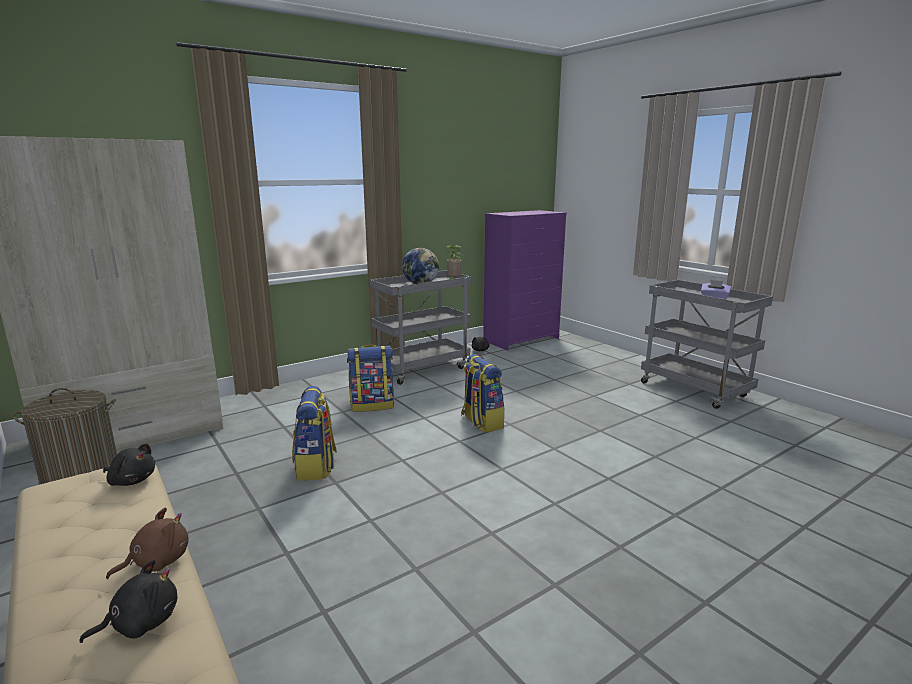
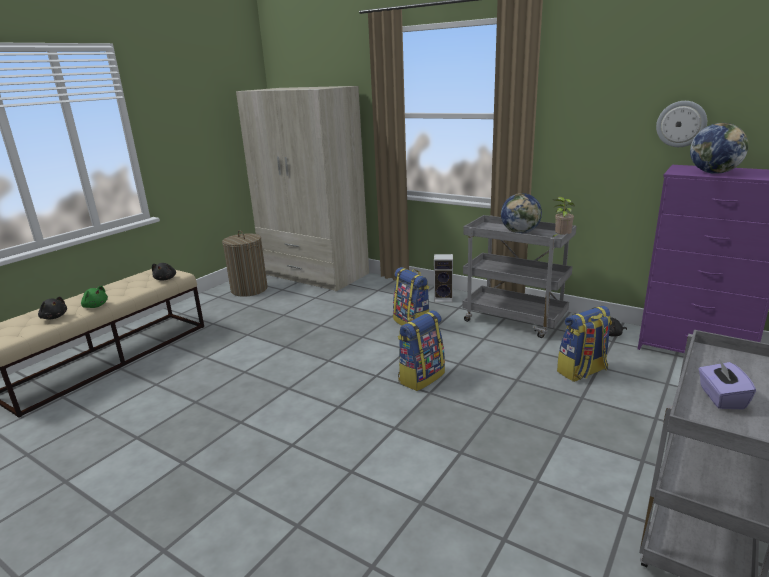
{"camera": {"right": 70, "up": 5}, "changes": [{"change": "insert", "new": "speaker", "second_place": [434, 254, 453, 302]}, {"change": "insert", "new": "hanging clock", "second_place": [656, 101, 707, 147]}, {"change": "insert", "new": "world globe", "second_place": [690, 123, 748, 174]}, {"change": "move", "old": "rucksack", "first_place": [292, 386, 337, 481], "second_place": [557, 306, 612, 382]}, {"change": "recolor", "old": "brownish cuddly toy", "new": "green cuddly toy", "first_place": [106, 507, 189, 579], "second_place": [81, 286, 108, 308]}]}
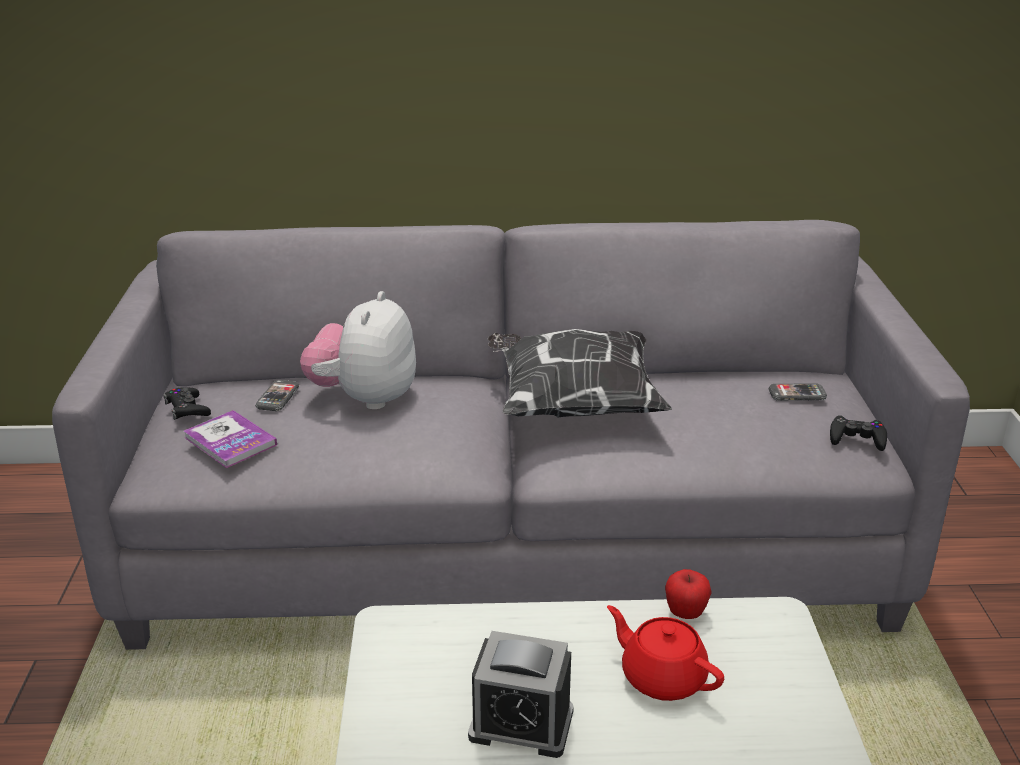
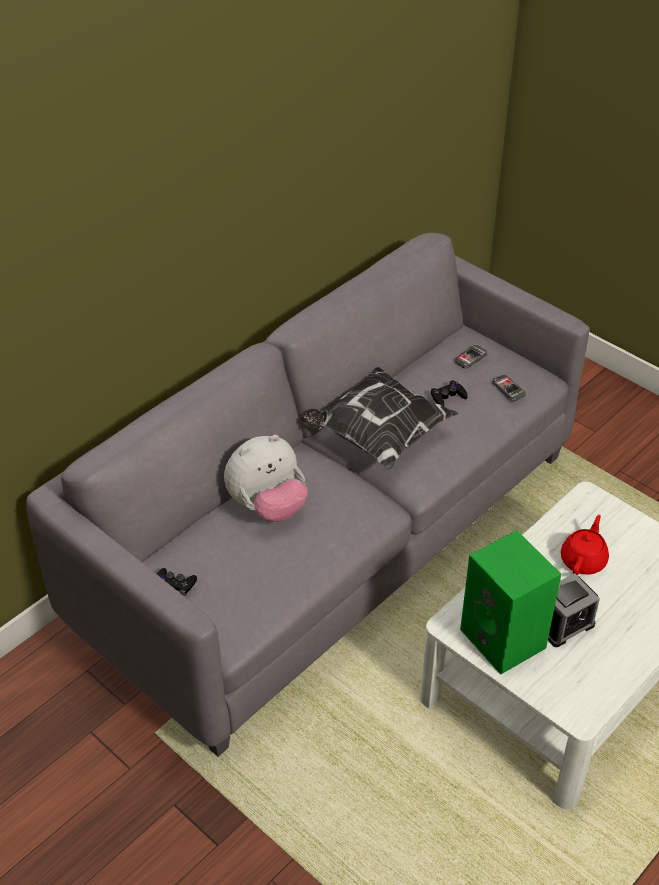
{"camera": {"right": -45, "up": 15}, "changes": [{"change": "delete", "old": "bound book", "first_place": [184, 410, 277, 468]}, {"change": "delete", "old": "apple fruit", "first_place": [665, 569, 712, 619]}, {"change": "insert", "new": "green speaker", "second_place": [460, 530, 561, 675]}, {"change": "move", "old": "handset", "first_place": [255, 380, 299, 411], "second_place": [492, 375, 526, 401]}, {"change": "move", "old": "blackish gamepad", "first_place": [830, 415, 887, 451], "second_place": [431, 380, 468, 406]}, {"change": "rotate", "old": "cuddly toy", "first_place": [300, 291, 416, 409], "second_place": [224, 435, 308, 522], "degrees": -90}, {"change": "rotate", "old": "reddish pot for tea", "first_place": [607, 605, 724, 701], "second_place": [561, 515, 609, 575], "degrees": 120}]}
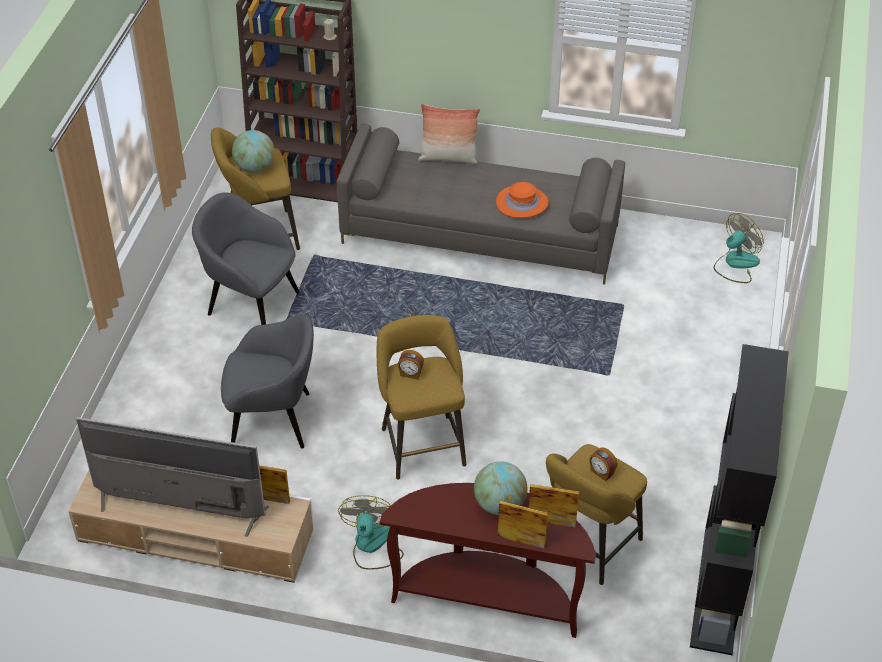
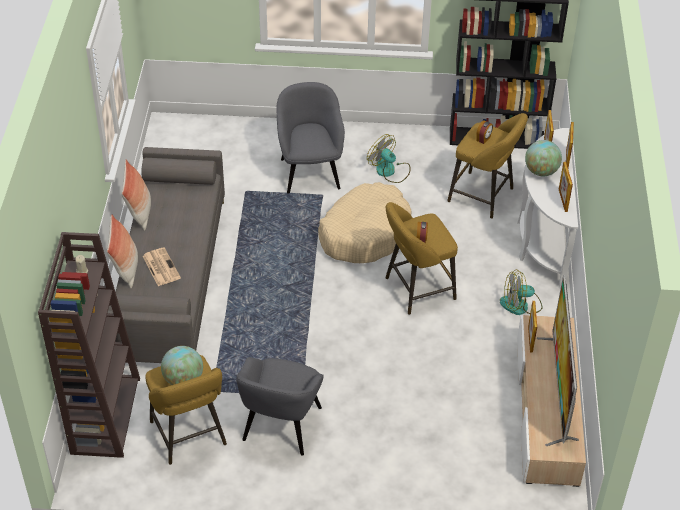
{"camera": {"right": -100, "up": 0}, "changes": [{"change": "delete", "old": "orange hat", "first_place": [496, 182, 549, 218]}, {"change": "insert", "new": "cushion", "second_place": [122, 159, 151, 231]}, {"change": "insert", "new": "printed paper", "second_place": [143, 247, 181, 286]}, {"change": "insert", "new": "sand-coloured dog bed", "second_place": [318, 182, 412, 263]}, {"change": "insert", "new": "picture frame", "second_place": [559, 162, 573, 212]}, {"change": "move", "old": "gray lounge chair", "first_place": [221, 314, 314, 448], "second_place": [276, 82, 345, 194]}, {"change": "move", "old": "cooling fan", "first_place": [714, 213, 764, 283], "second_place": [367, 134, 411, 183]}, {"change": "recolor", "old": "brownish console table", "new": "white-coloured console table", "first_place": [379, 483, 596, 638], "second_place": [517, 128, 578, 289]}]}
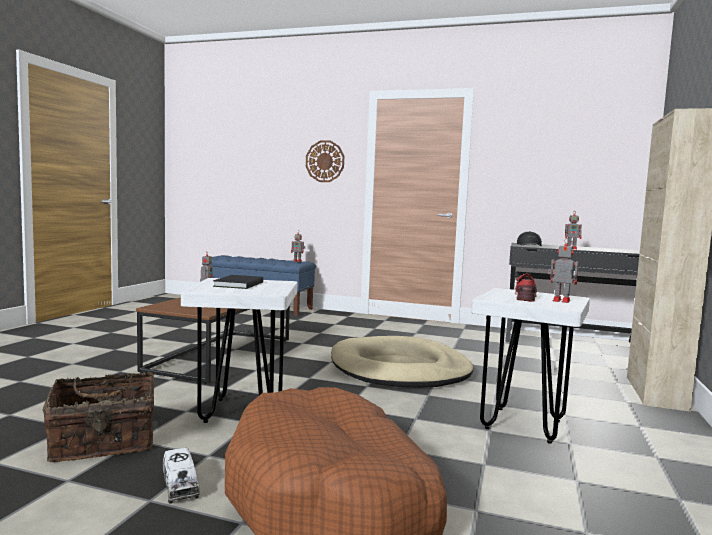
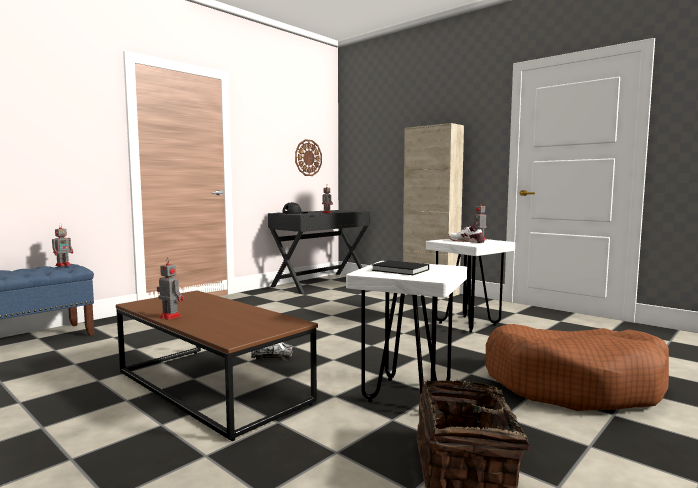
{"camera": {"right": -65, "up": 0}, "changes": [{"change": "delete", "old": "sand-coloured dog bed", "first_place": [331, 336, 473, 388]}, {"change": "move", "old": "toy truck", "first_place": [162, 448, 200, 504], "second_place": [251, 342, 293, 360]}, {"change": "move", "old": "hanging clock", "first_place": [306, 141, 344, 182], "second_place": [295, 139, 322, 176]}, {"change": "recolor", "old": "reddish shoe", "new": "white-coloured shoe", "first_place": [515, 274, 537, 302], "second_place": [448, 226, 484, 243]}]}
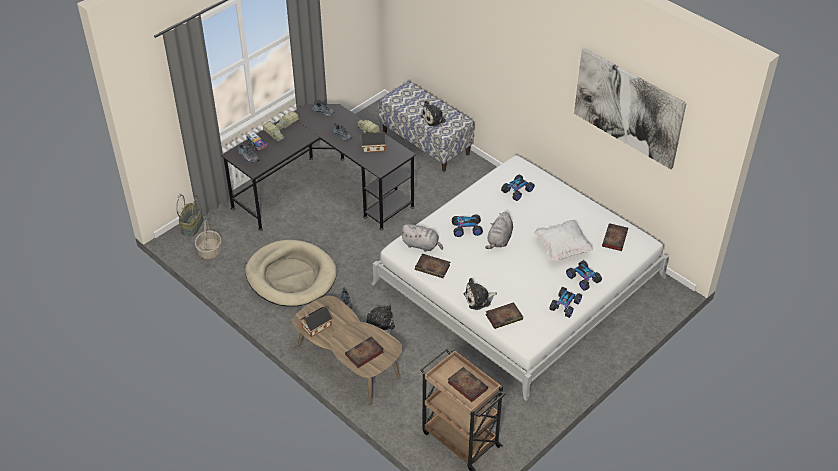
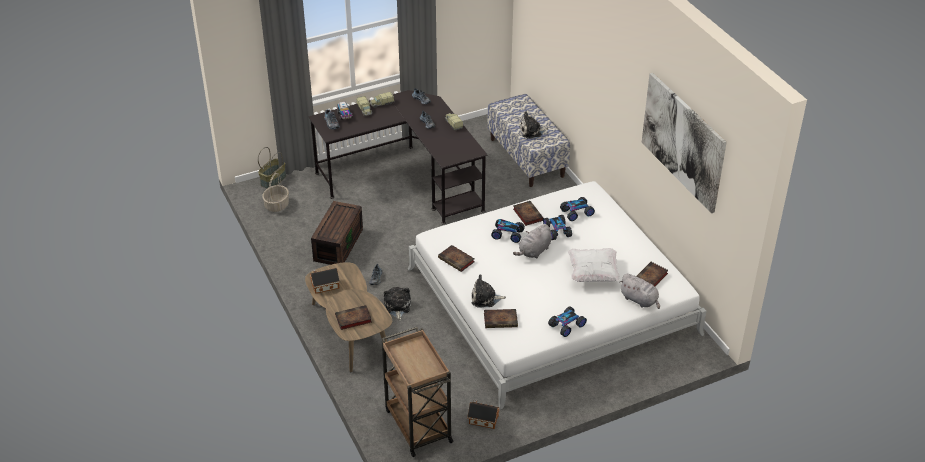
{"camera": {"right": 20, "up": -5}, "changes": [{"change": "move", "old": "toy house", "first_place": [361, 130, 386, 153], "second_place": [467, 400, 500, 429]}, {"change": "move", "old": "gray cuddly toy", "first_place": [400, 224, 443, 252], "second_place": [619, 274, 660, 309]}, {"change": "move", "old": "bound book", "first_place": [447, 367, 488, 402], "second_place": [513, 201, 543, 226]}, {"change": "move", "old": "toy car", "first_place": [566, 261, 602, 291], "second_place": [543, 215, 572, 240]}, {"change": "replace", "old": "sand-coloured dog bed", "new": "brownish storage container", "first_place": [245, 240, 337, 306], "second_place": [311, 201, 363, 265]}]}
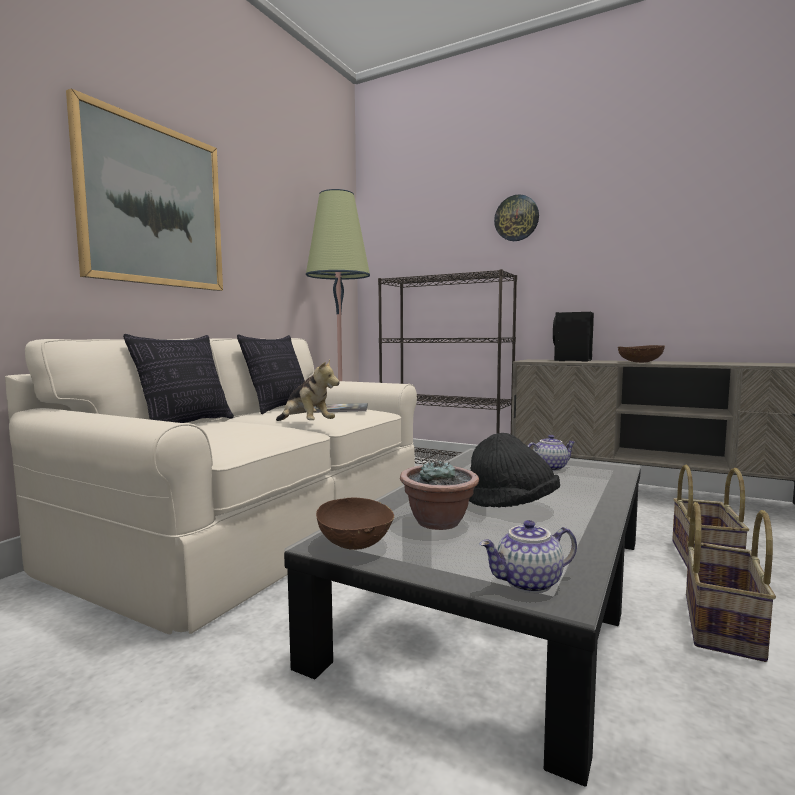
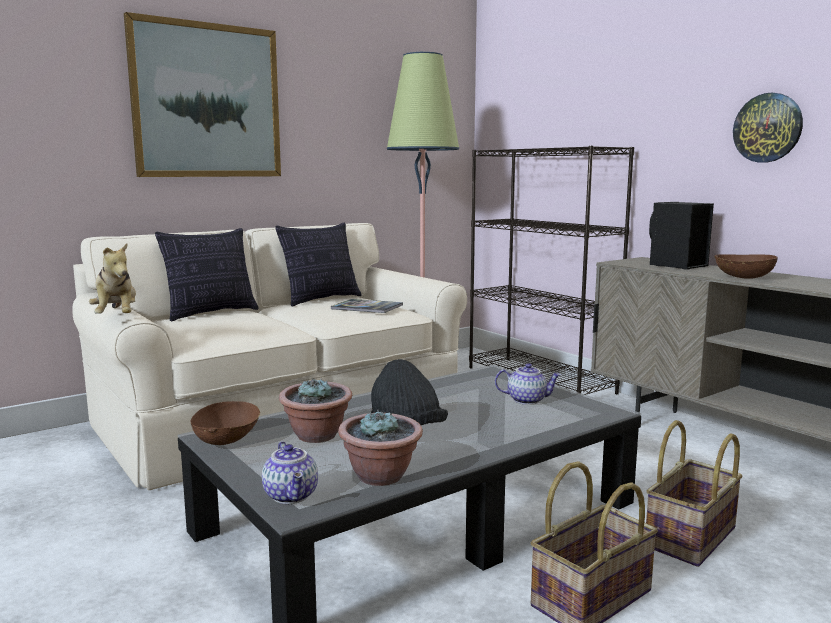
{"camera": {"right": 25, "up": 5}, "changes": [{"change": "insert", "new": "houseplant", "second_place": [338, 410, 423, 486]}, {"change": "move", "old": "cuddly toy", "first_place": [276, 360, 340, 421], "second_place": [89, 243, 136, 314]}, {"change": "move", "old": "hanging clock", "first_place": [494, 194, 539, 241], "second_place": [733, 93, 803, 163]}, {"change": "rotate", "old": "pot for tea", "first_place": [479, 520, 577, 593], "second_place": [262, 441, 318, 504], "degrees": -120}]}
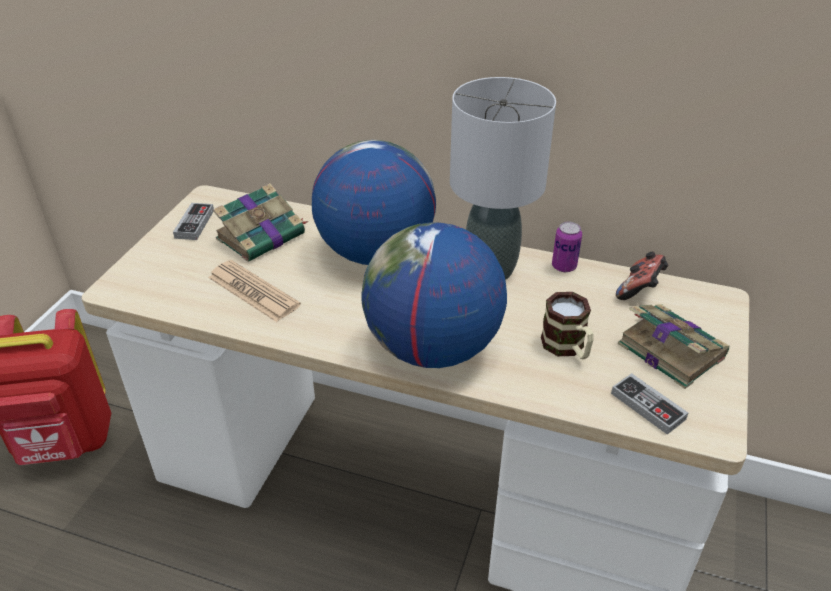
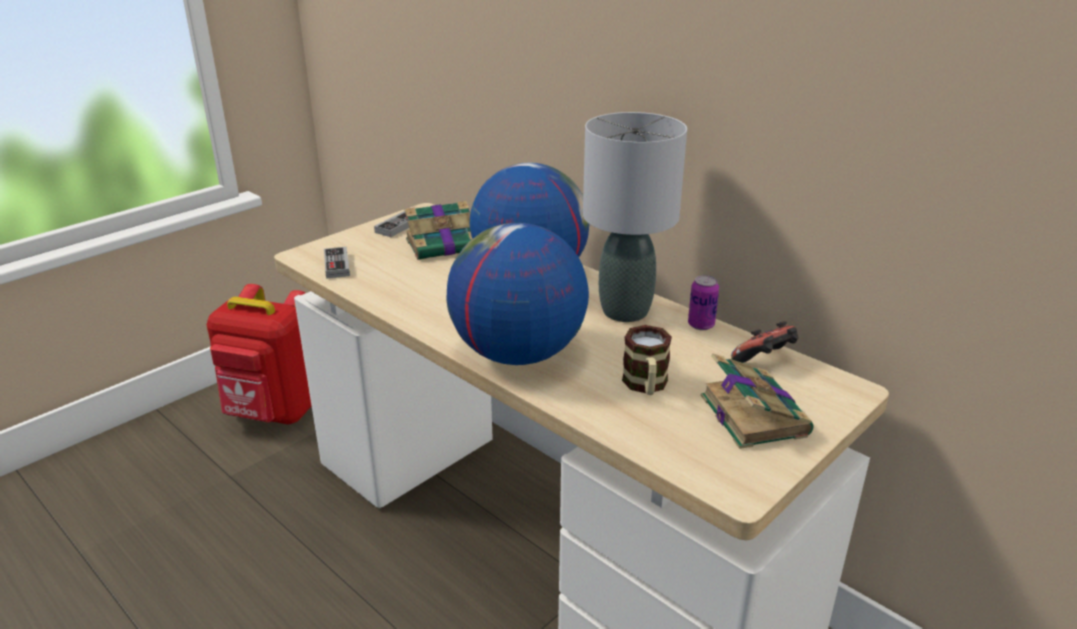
{"camera": {"right": 25, "up": -10}, "changes": [{"change": "delete", "old": "printed paper", "first_place": [208, 260, 301, 322]}, {"change": "move", "old": "gamepad", "first_place": [611, 373, 688, 435], "second_place": [324, 247, 350, 279]}]}
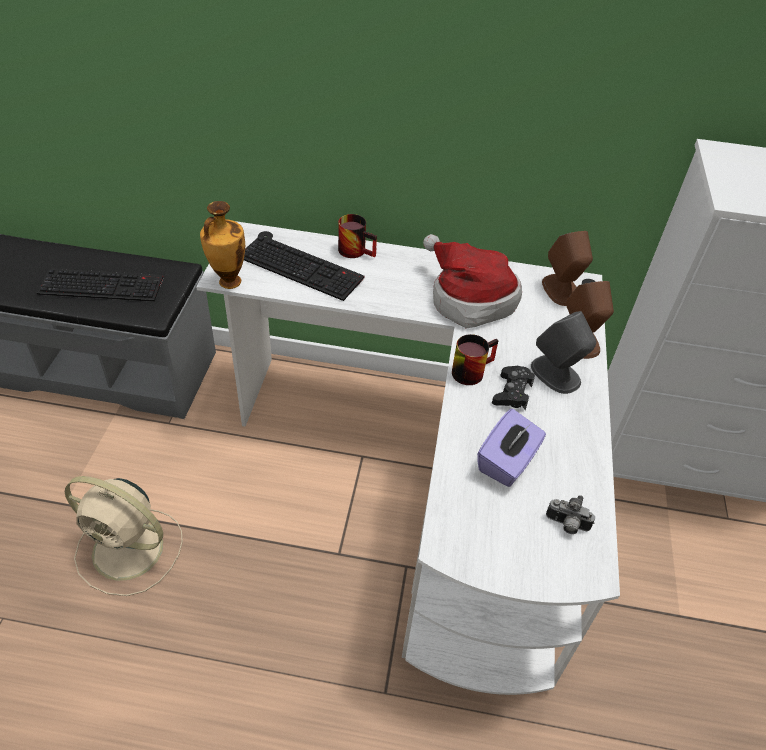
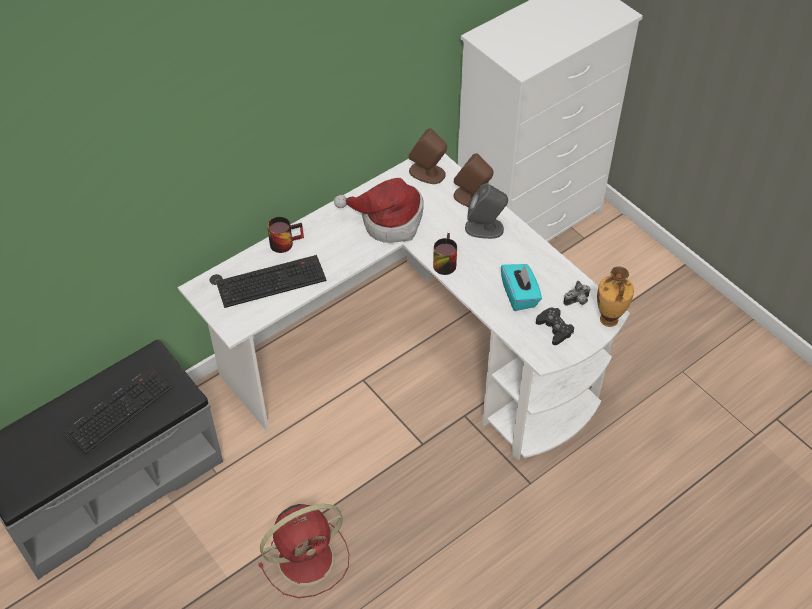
{"camera": {"right": -45, "up": 5}, "changes": [{"change": "move", "old": "vase", "first_place": [200, 201, 245, 289], "second_place": [597, 267, 634, 327]}, {"change": "move", "old": "blackish gamepad", "first_place": [492, 366, 535, 410], "second_place": [536, 308, 574, 345]}, {"change": "recolor", "old": "sand-coloured cooling fan", "new": "reddish cooling fan", "first_place": [65, 476, 183, 596], "second_place": [258, 504, 349, 598]}, {"change": "recolor", "old": "purple-coloured tissue box", "new": "turquoise tissue box", "first_place": [477, 409, 546, 487], "second_place": [501, 264, 542, 311]}]}
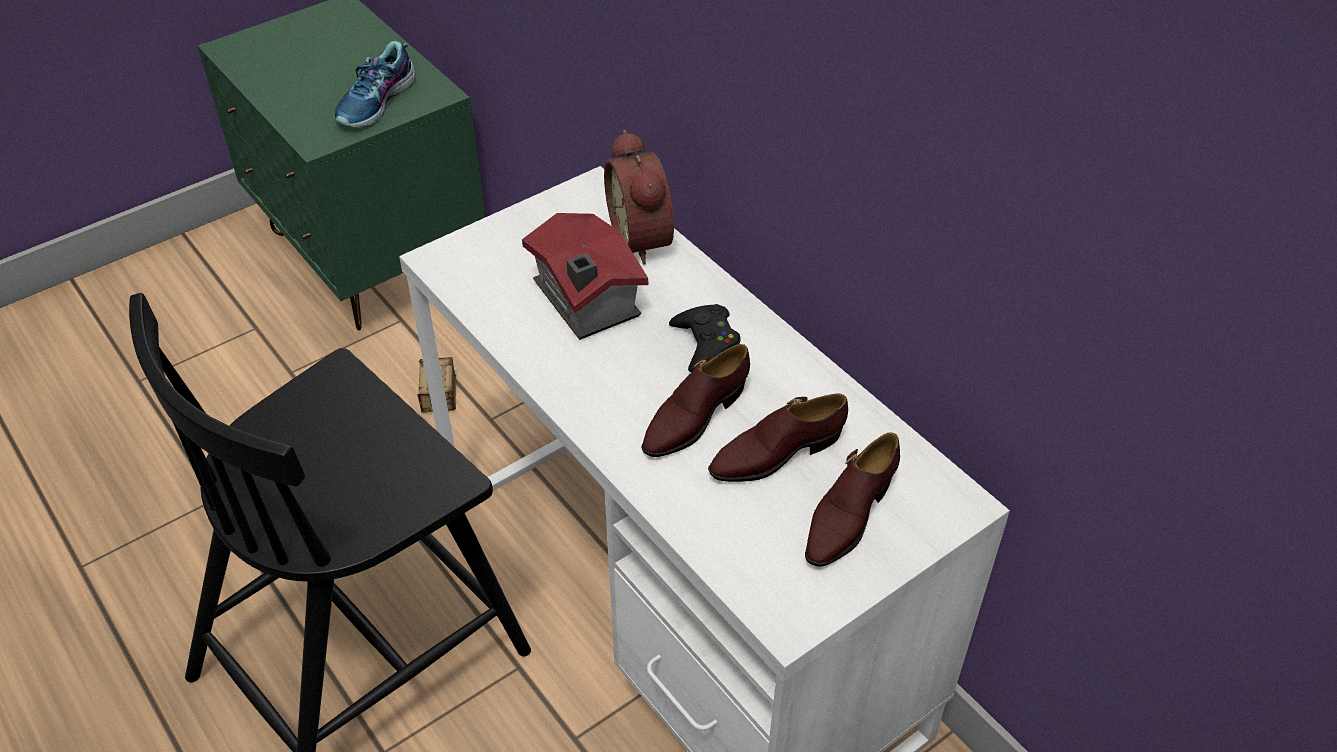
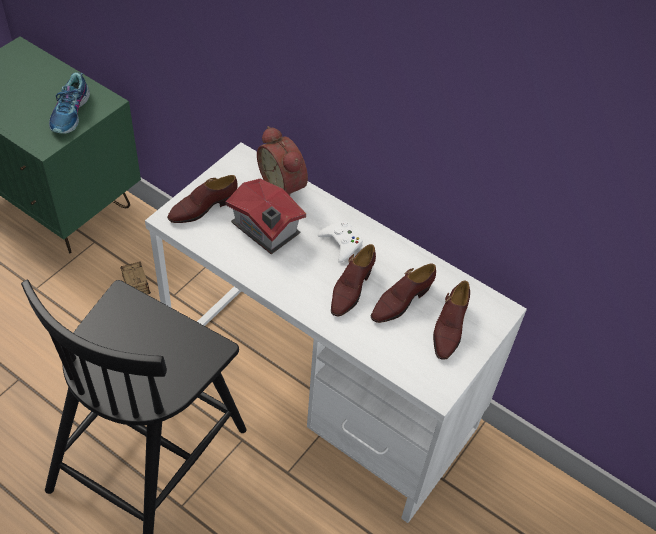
{"camera": {"right": -20, "up": 5}, "changes": [{"change": "insert", "new": "brownish shoe", "second_place": [167, 175, 238, 223]}, {"change": "recolor", "old": "blackish gamepad", "new": "white-coloured gamepad", "first_place": [669, 304, 741, 372], "second_place": [318, 221, 363, 263]}]}
